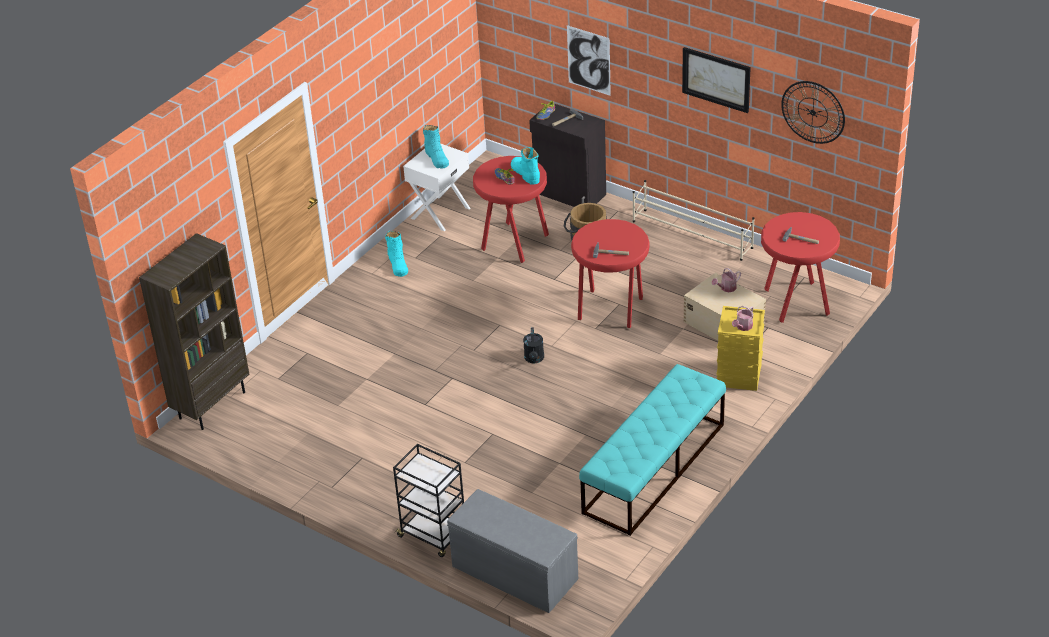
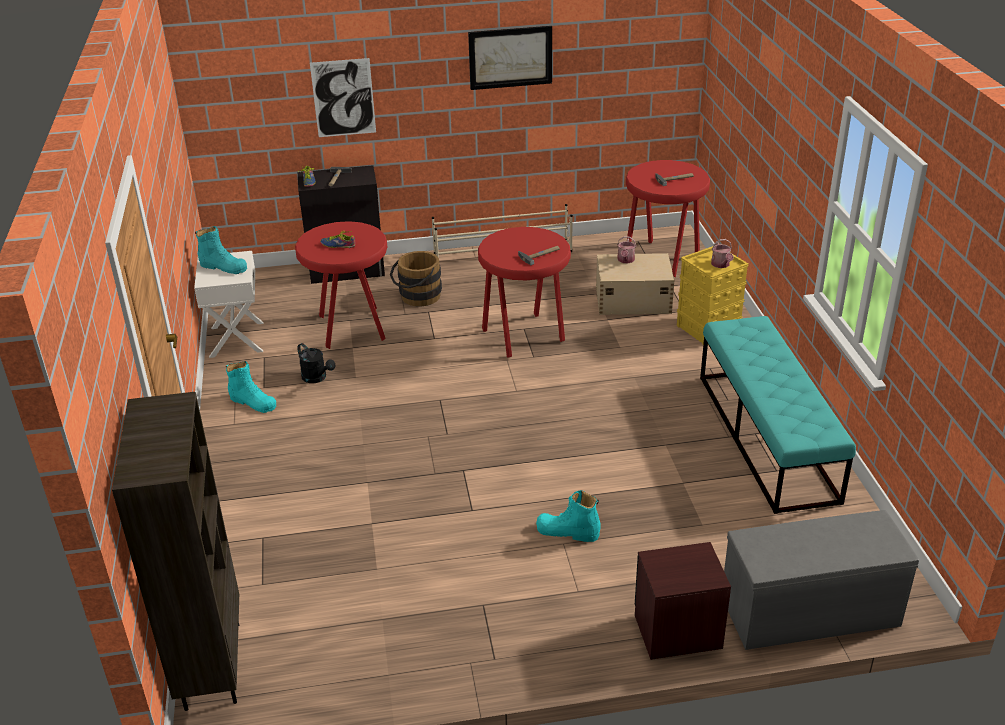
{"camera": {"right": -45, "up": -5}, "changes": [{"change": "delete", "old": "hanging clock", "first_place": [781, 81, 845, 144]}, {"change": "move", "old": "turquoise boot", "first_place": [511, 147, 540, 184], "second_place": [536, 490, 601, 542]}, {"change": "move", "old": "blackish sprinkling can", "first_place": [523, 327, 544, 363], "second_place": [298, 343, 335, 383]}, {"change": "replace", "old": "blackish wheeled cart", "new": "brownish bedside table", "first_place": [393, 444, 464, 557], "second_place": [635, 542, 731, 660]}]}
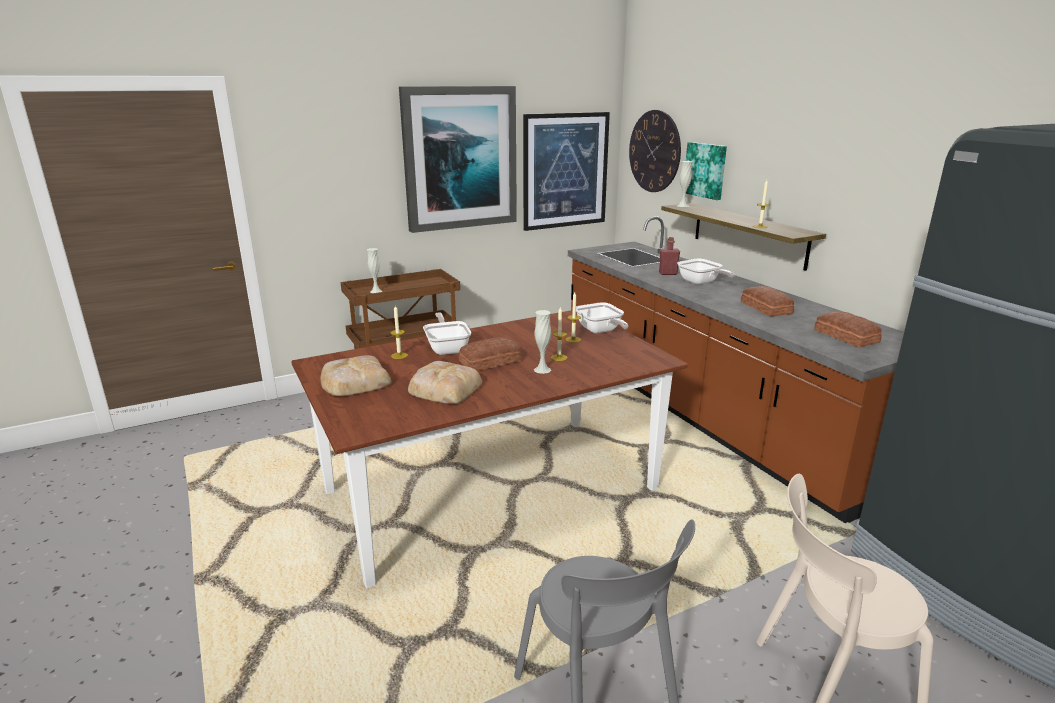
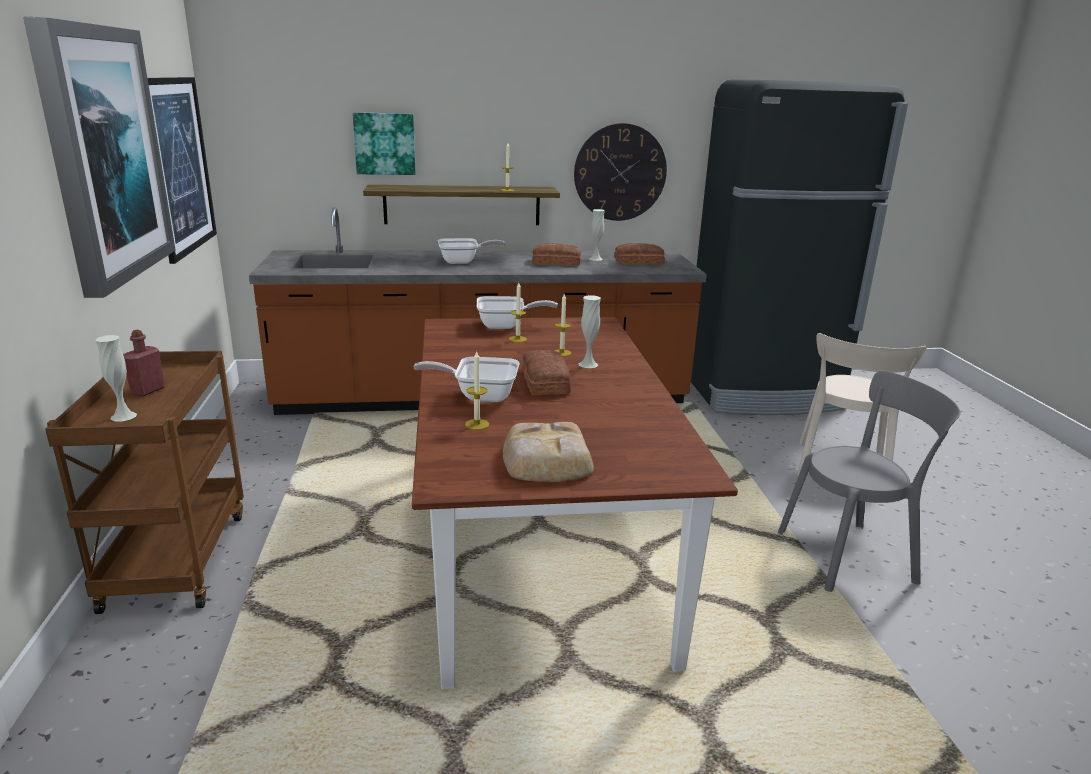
{"camera": {"right": -70, "up": 0}, "changes": [{"change": "delete", "old": "bread", "first_place": [408, 361, 482, 404]}, {"change": "move", "old": "hanging clock", "first_place": [629, 110, 681, 192], "second_place": [574, 123, 667, 221]}, {"change": "move", "old": "reddish drink bottle", "first_place": [659, 237, 680, 275], "second_place": [123, 330, 165, 396]}, {"change": "move", "old": "white-coloured vase", "first_place": [677, 161, 692, 207], "second_place": [589, 209, 605, 261]}]}
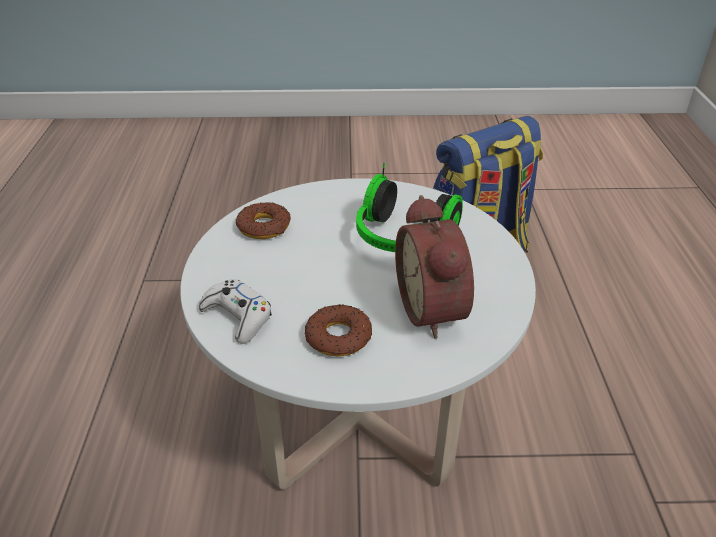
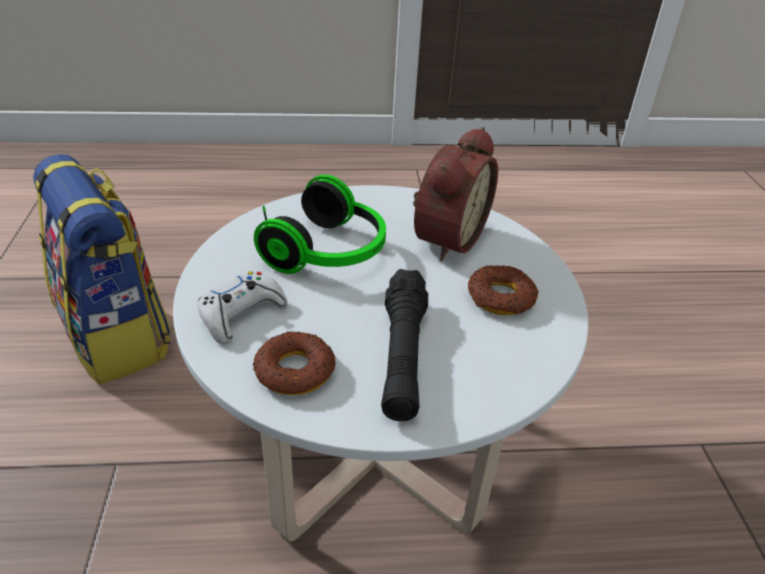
{"camera": {"right": -95, "up": 0}, "changes": [{"change": "insert", "new": "blackish flashlight", "second_place": [381, 269, 428, 421]}, {"change": "move", "old": "white-coloured gamepad", "first_place": [199, 279, 272, 344], "second_place": [198, 271, 288, 344]}, {"change": "rotate", "old": "bedside clock", "first_place": [395, 195, 474, 339], "second_place": [413, 127, 498, 262], "degrees": -45}]}
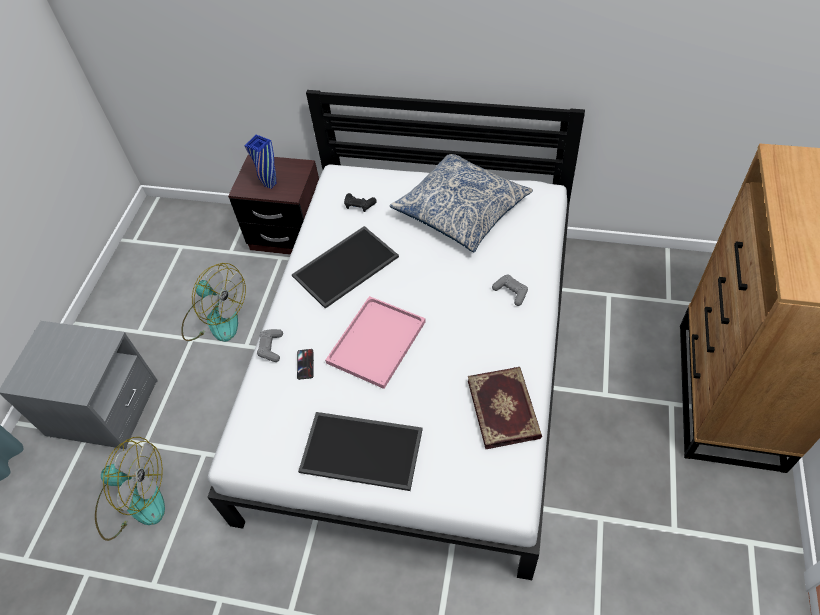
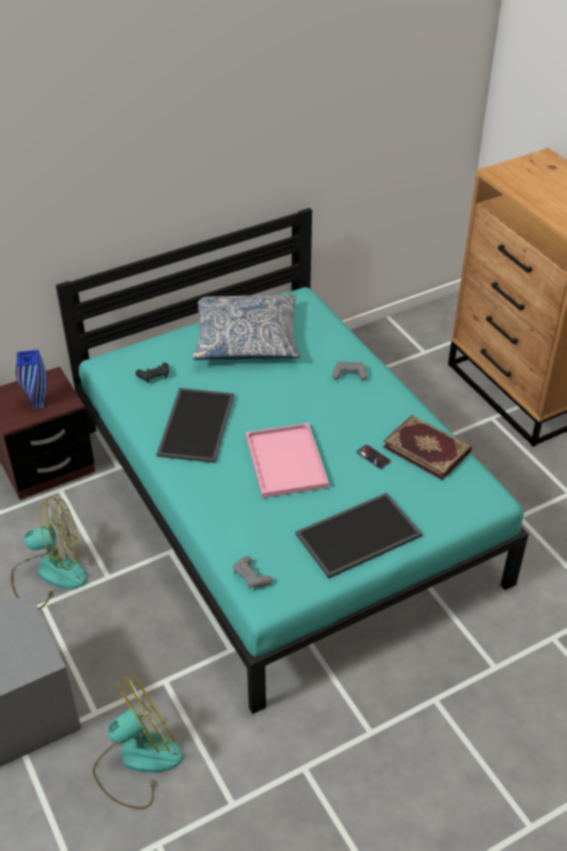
{"camera": {"right": -45, "up": -10}, "changes": [{"change": "move", "old": "gray gamepad", "first_place": [257, 329, 283, 362], "second_place": [233, 556, 272, 589]}, {"change": "move", "old": "handset", "first_place": [297, 349, 314, 380], "second_place": [356, 445, 391, 469]}, {"change": "recolor", "old": "white-coloured sleeping bed", "new": "turquoise sleeping bed", "first_place": [207, 90, 585, 580], "second_place": [56, 208, 529, 714]}]}
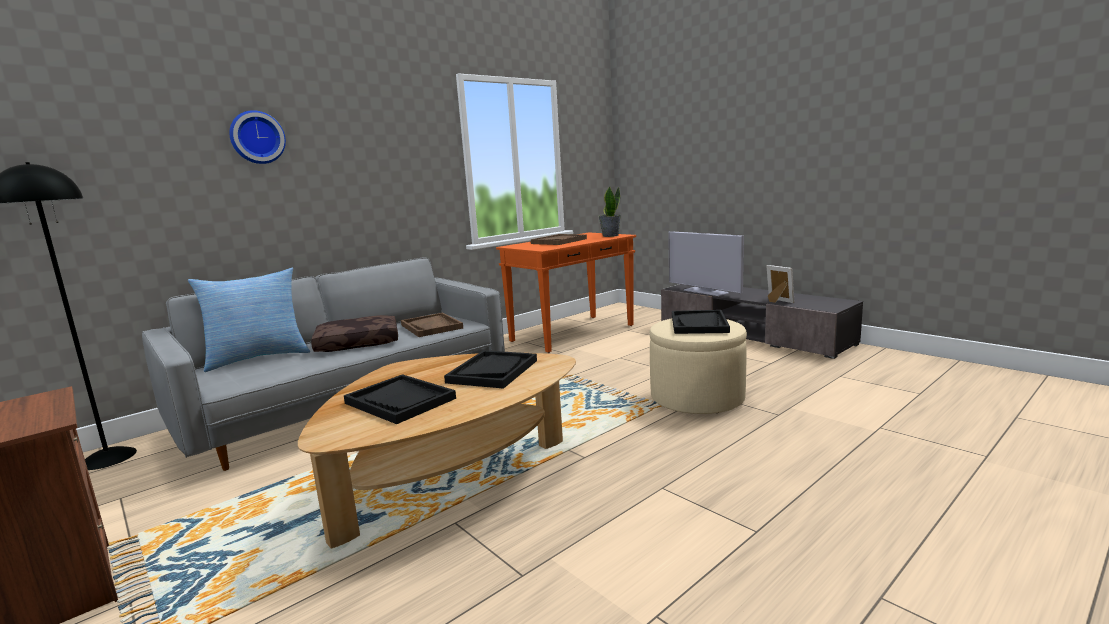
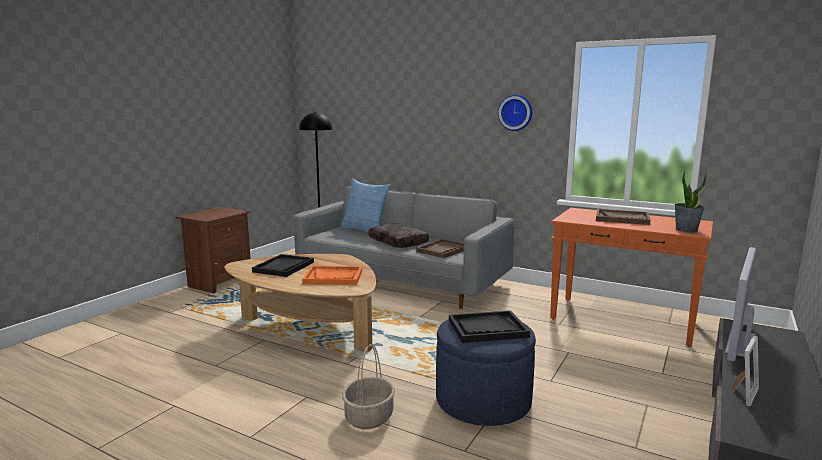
{"camera": {"right": 70, "up": 0}, "changes": [{"change": "insert", "new": "household basket", "second_place": [342, 344, 395, 429]}, {"change": "move", "old": "hanging clock", "first_place": [229, 110, 286, 164], "second_place": [498, 94, 532, 131]}, {"change": "recolor", "old": "blackish carrying tray", "new": "orange carrying tray", "first_place": [444, 350, 537, 389], "second_place": [302, 266, 362, 285]}, {"change": "recolor", "old": "sand-coloured footrest", "new": "bluish footrest", "first_place": [649, 318, 747, 414], "second_place": [436, 319, 536, 426]}]}
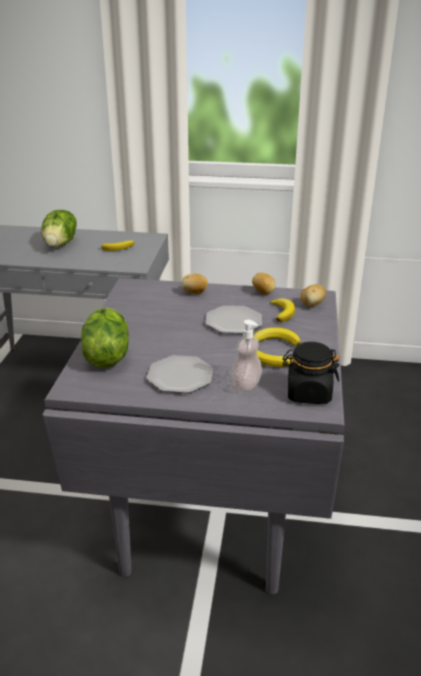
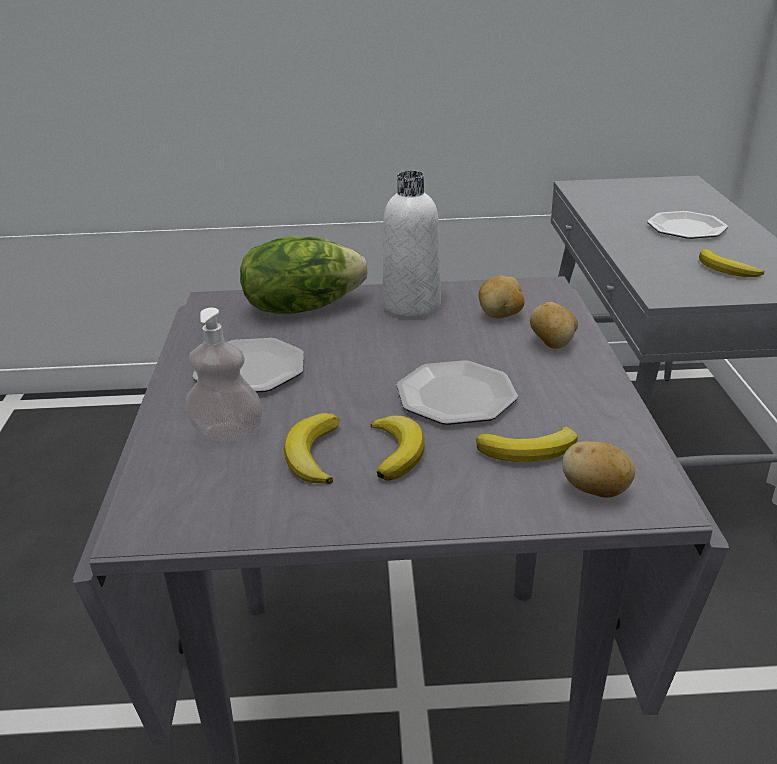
{"camera": {"right": 80, "up": 0}, "changes": [{"change": "delete", "old": "blackish jar", "first_place": [282, 342, 339, 404]}, {"change": "insert", "new": "white-coloured drink bottle", "second_place": [383, 171, 441, 319]}, {"change": "move", "old": "whole potato", "first_place": [252, 272, 275, 295], "second_place": [478, 275, 525, 318]}, {"change": "replace", "old": "head of lettuce", "new": "dinner plate", "first_place": [41, 210, 77, 247], "second_place": [647, 211, 728, 239]}]}
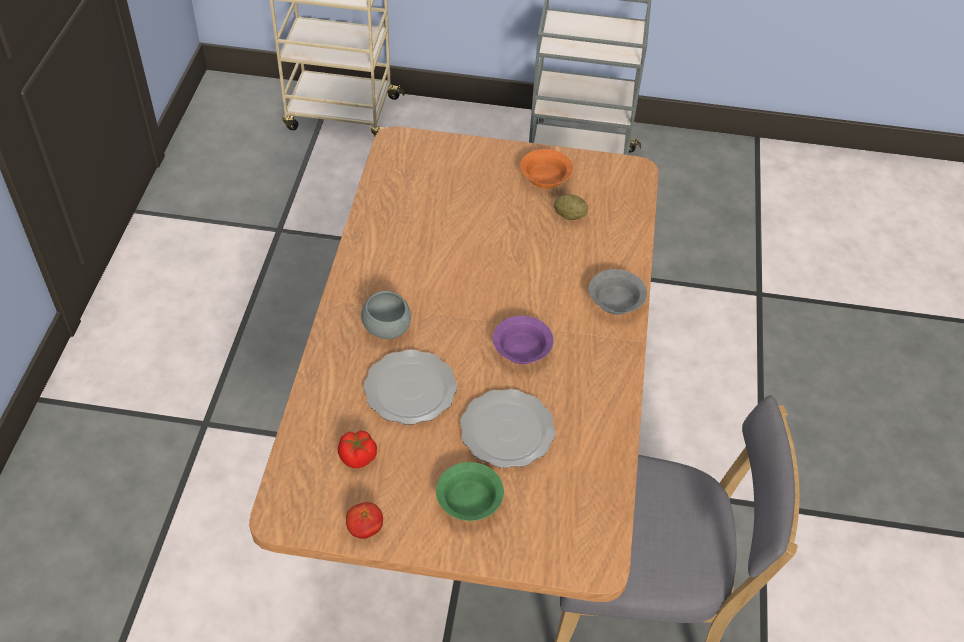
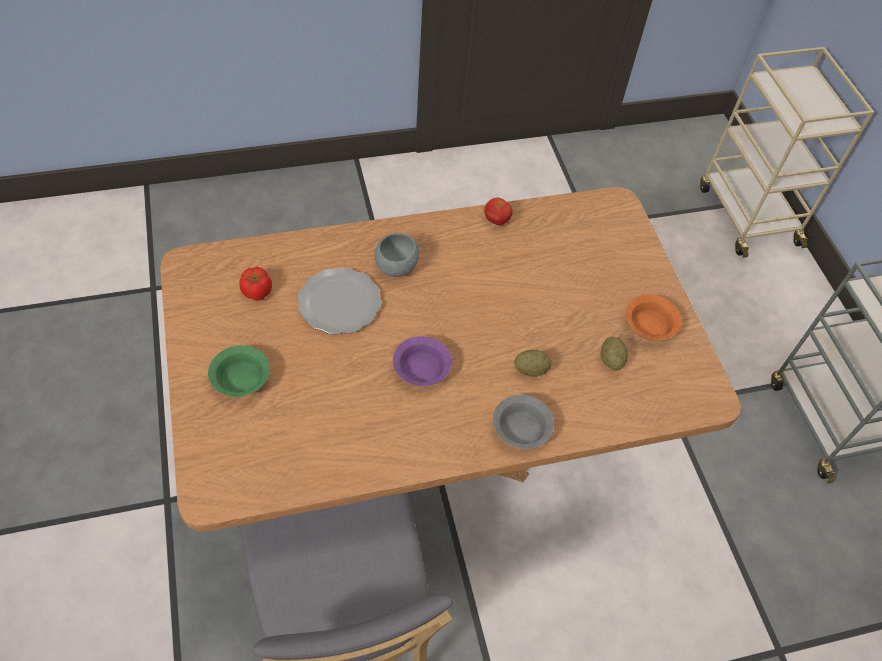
{"camera": {"right": 65, "up": 5}, "changes": [{"change": "delete", "old": "dinner plate", "first_place": [460, 389, 556, 468]}, {"change": "insert", "new": "whole potato", "second_place": [514, 350, 552, 377]}, {"change": "move", "old": "whole tomato", "first_place": [346, 502, 383, 539], "second_place": [484, 197, 513, 225]}]}
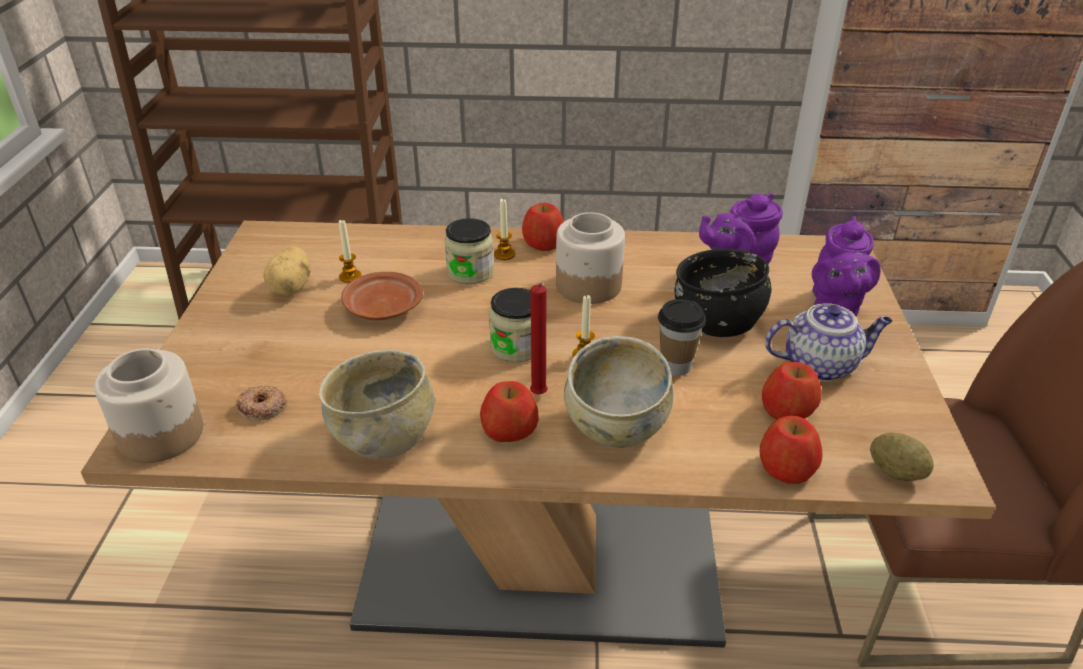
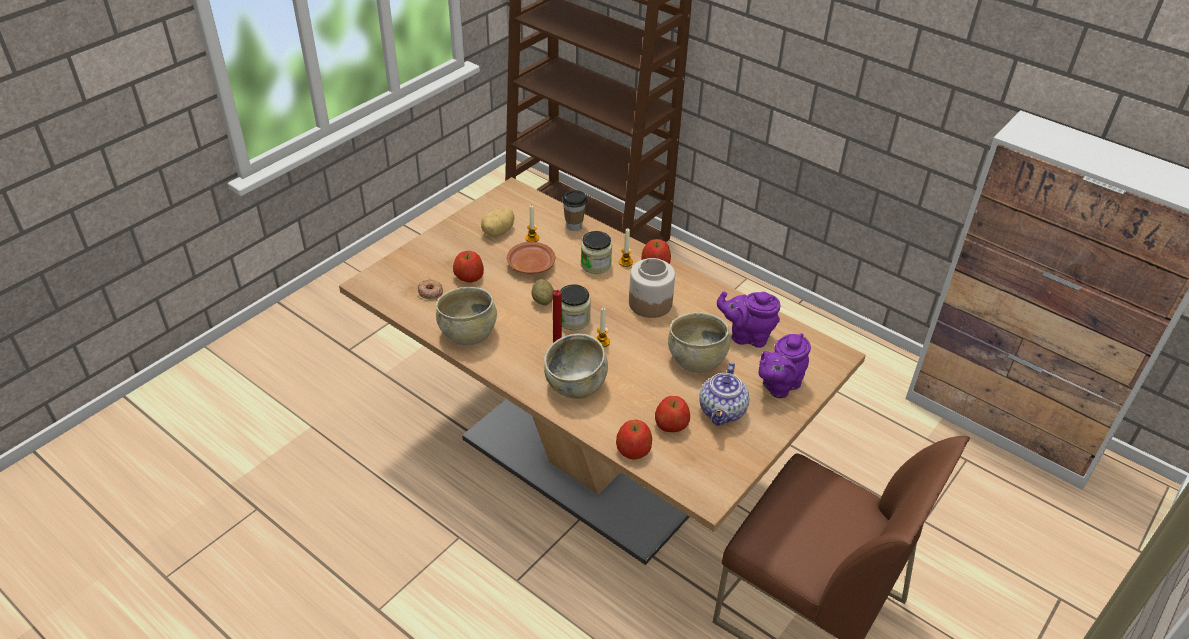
{"camera": {"right": 35, "up": 5}, "changes": [{"change": "delete", "old": "jar", "first_place": [94, 349, 203, 463]}, {"change": "move", "old": "apple fruit", "first_place": [480, 381, 539, 442], "second_place": [453, 251, 484, 282]}, {"change": "move", "old": "small cup", "first_place": [658, 299, 706, 376], "second_place": [562, 190, 587, 231]}, {"change": "move", "old": "whole potato", "first_place": [870, 433, 934, 481], "second_place": [532, 279, 554, 306]}, {"change": "recolor", "old": "blackish bowl", "new": "sand-coloured bowl", "first_place": [674, 249, 771, 337], "second_place": [668, 312, 730, 373]}, {"change": "rotate", "old": "pot for tea", "first_place": [765, 303, 893, 381], "second_place": [699, 362, 749, 426], "degrees": 75}]}
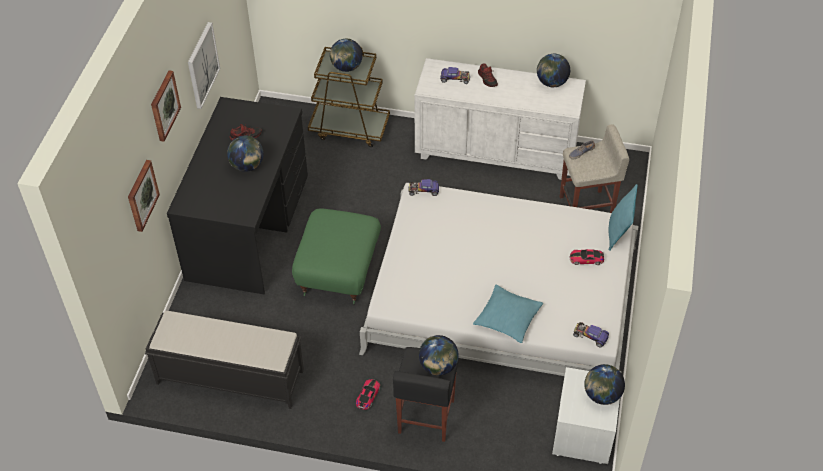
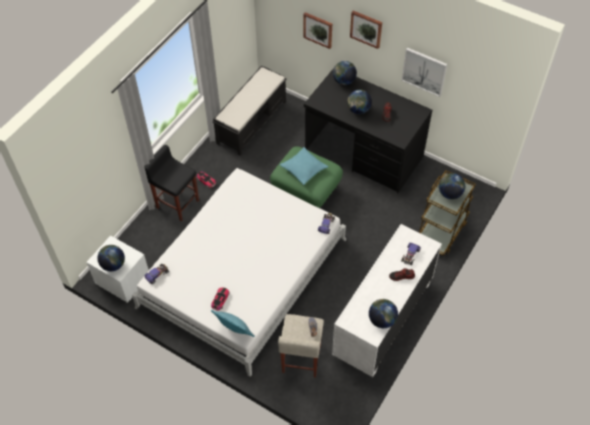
{"camera": {"right": 110, "up": 5}, "changes": [{"change": "move", "old": "world globe", "first_place": [419, 335, 459, 376], "second_place": [333, 61, 357, 85]}, {"change": "move", "old": "turquoise cushion", "first_place": [473, 285, 543, 343], "second_place": [280, 147, 328, 185]}]}
